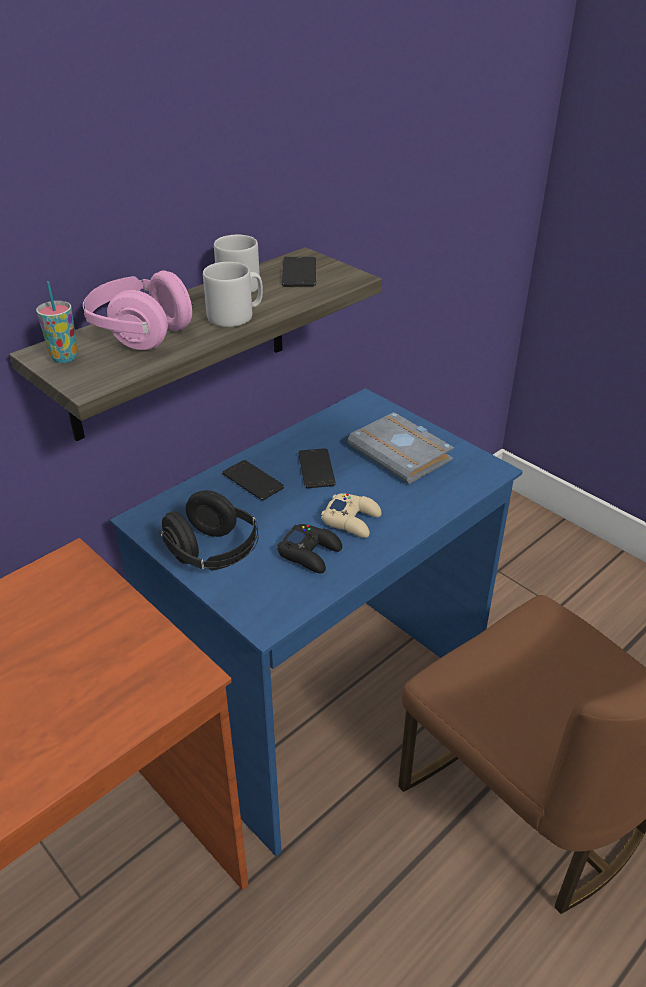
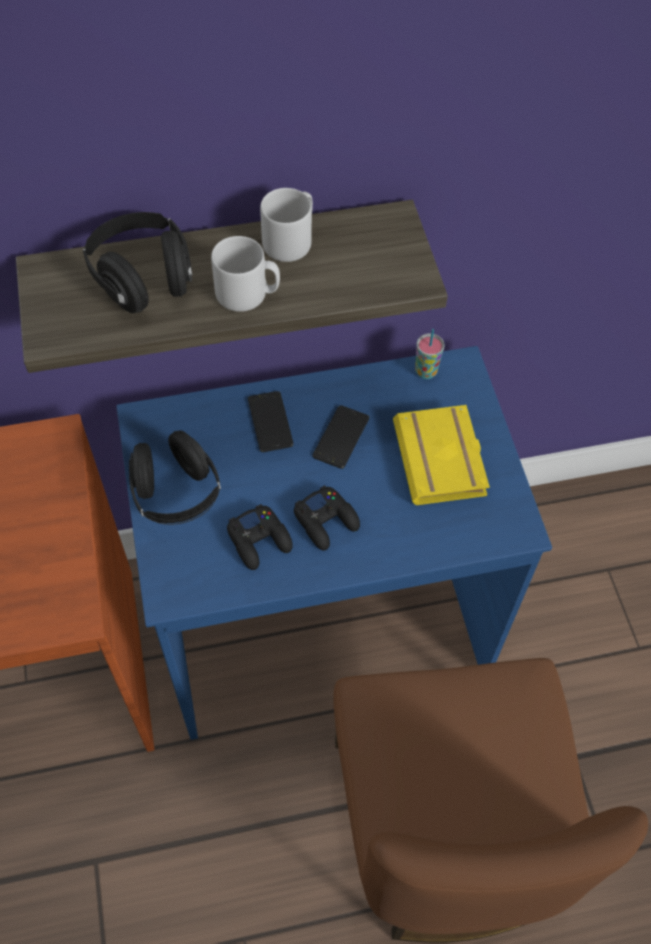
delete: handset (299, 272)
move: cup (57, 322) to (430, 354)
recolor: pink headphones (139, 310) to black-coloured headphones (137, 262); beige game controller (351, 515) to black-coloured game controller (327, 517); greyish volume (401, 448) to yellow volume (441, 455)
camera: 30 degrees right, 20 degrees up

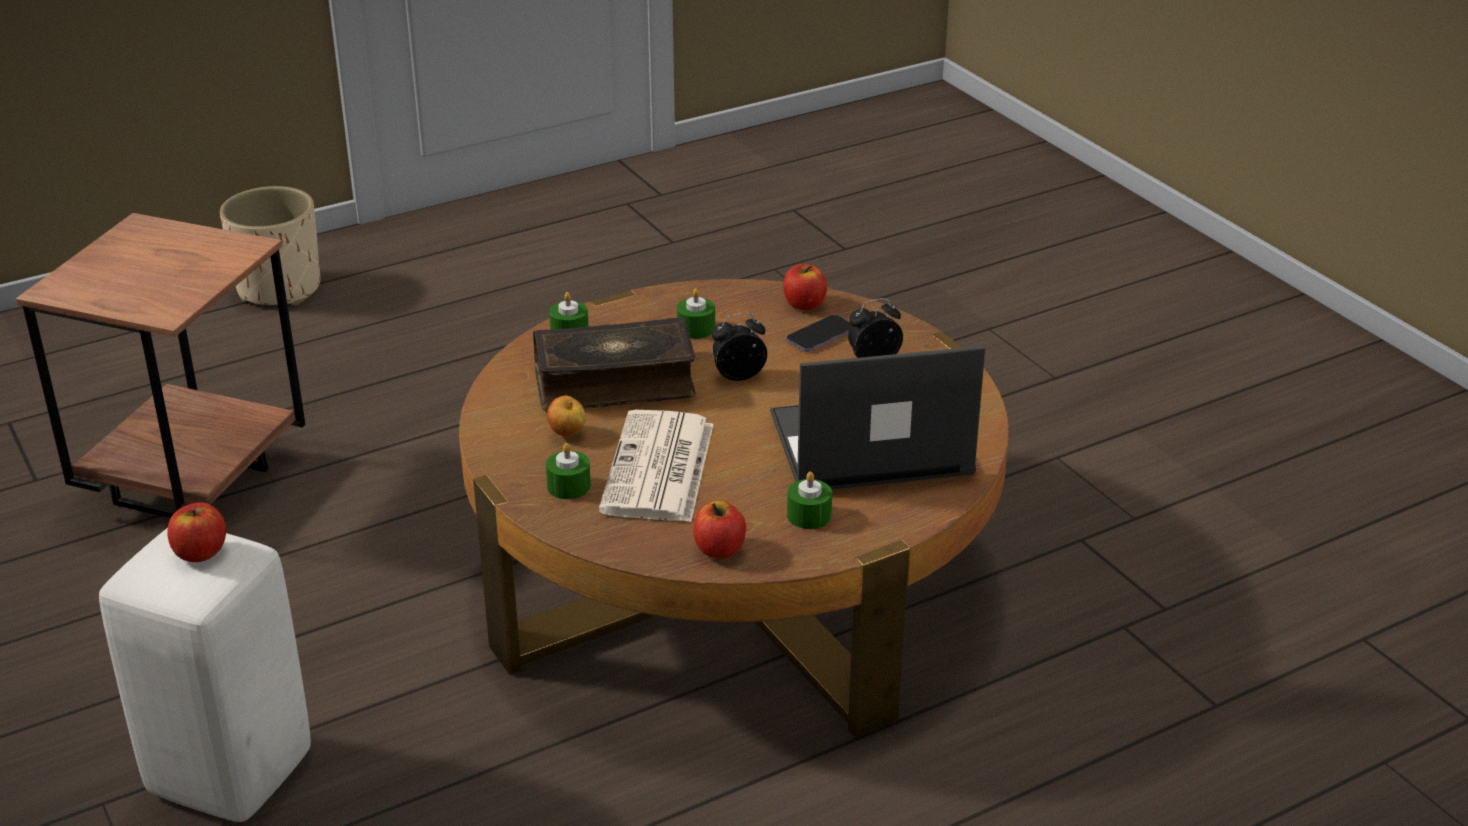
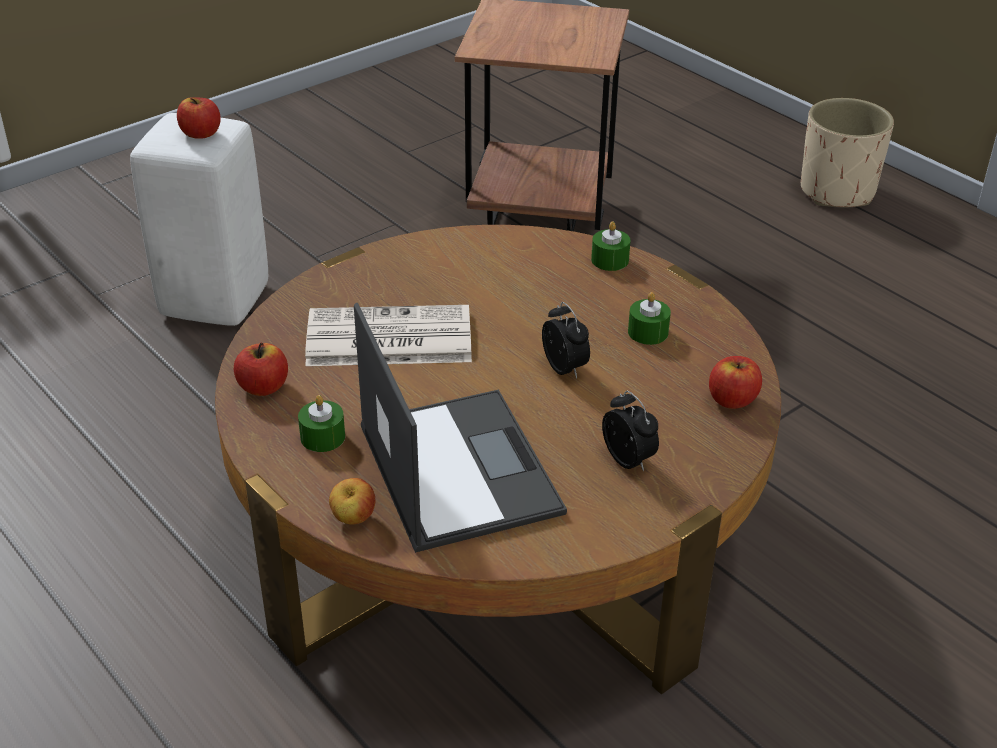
delete: volume (614, 364); greenish wax candle (568, 471); handset (818, 333)
move: whole apple (566, 415) to (352, 501)
camera: 80 degrees right, 5 degrees up

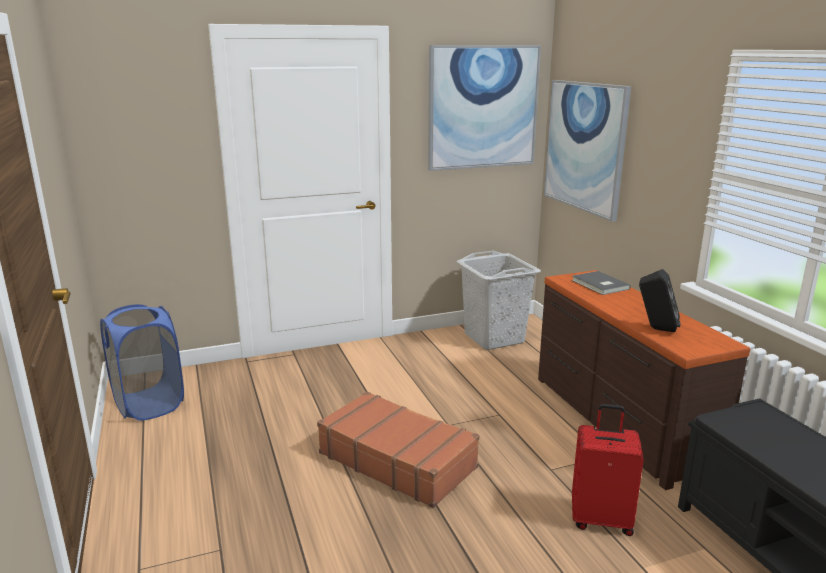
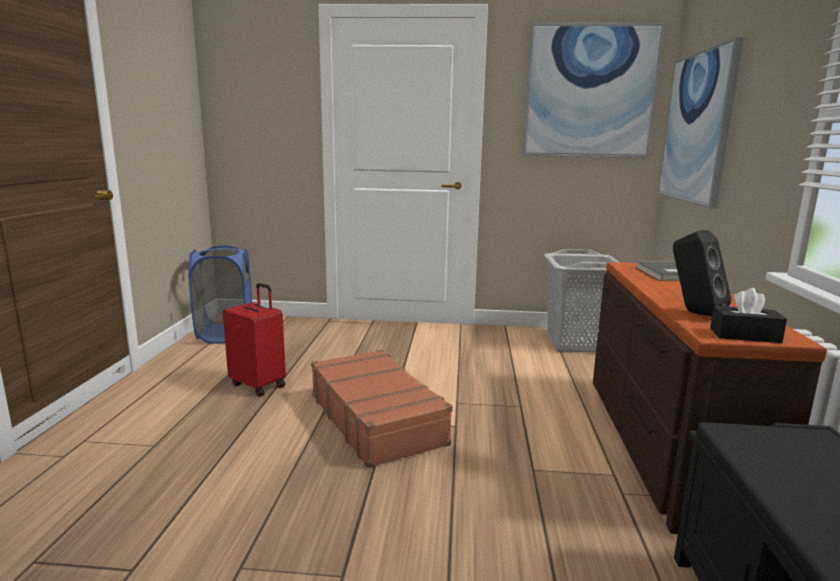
insert: black-coloured tissue box (748, 315)
move: reddish suitcase (608, 470) to (254, 339)
camera: 25 degrees right, 5 degrees down

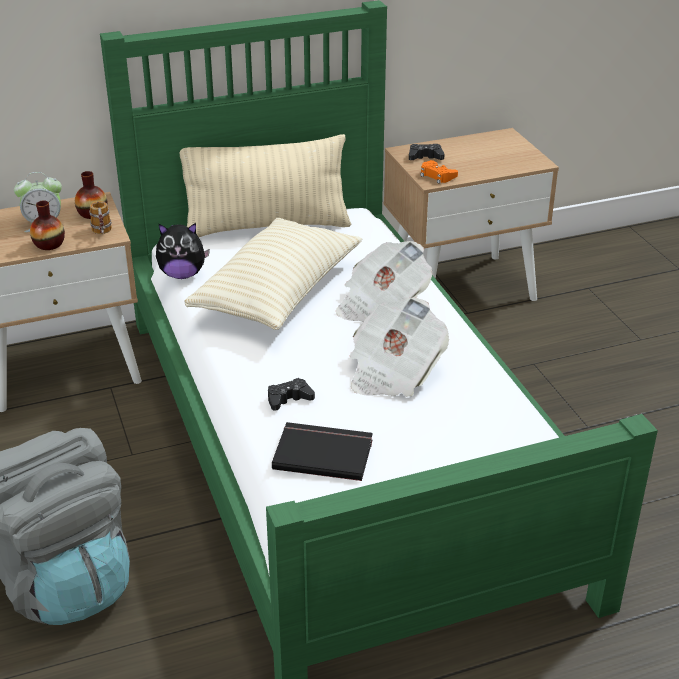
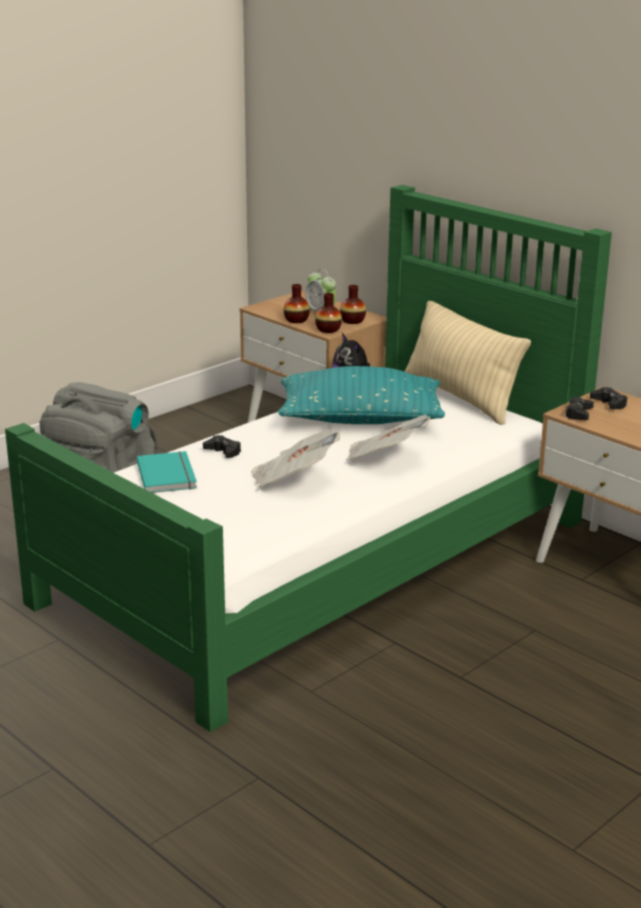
replace: coffee mug (100, 217) to decorative vase (328, 313)
recolor: black-coloured volume (322, 451) to turquoise volume (167, 472); beige pillow (273, 274) to turquoise pillow (361, 395); orange game controller (439, 172) to black-coloured game controller (579, 408)
camera: 65 degrees right, 10 degrees down

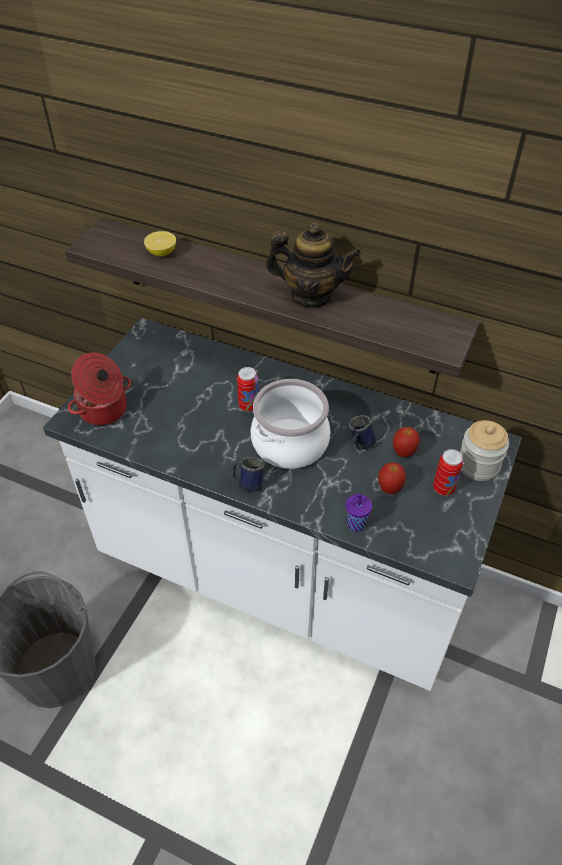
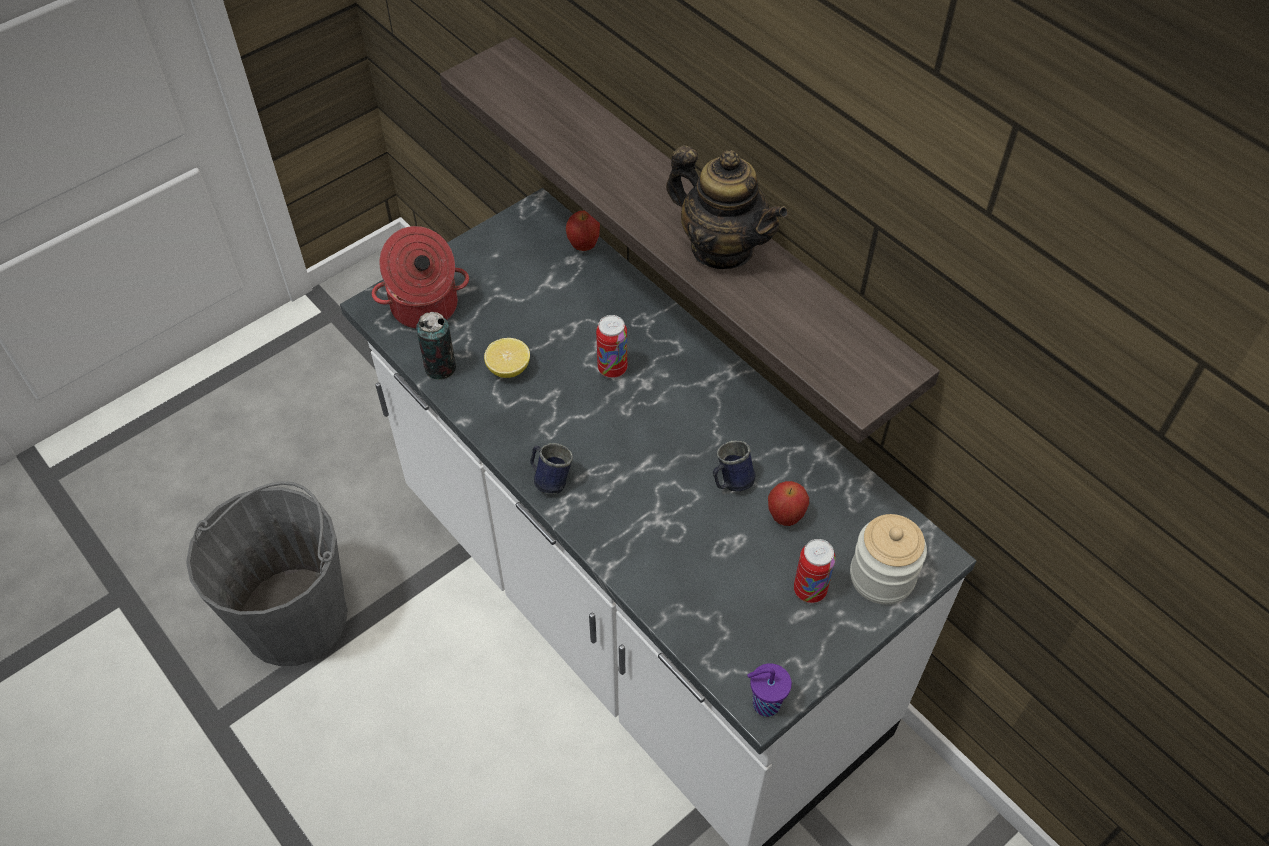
delete: cooking pot (290, 424)
insert: sealed can (436, 346)
move: citrus fruit (160, 244) to (507, 358); whole apple (392, 478) to (583, 231); purple-coloured cup (358, 512) to (769, 690)
camera: 25 degrees right, 5 degrees up

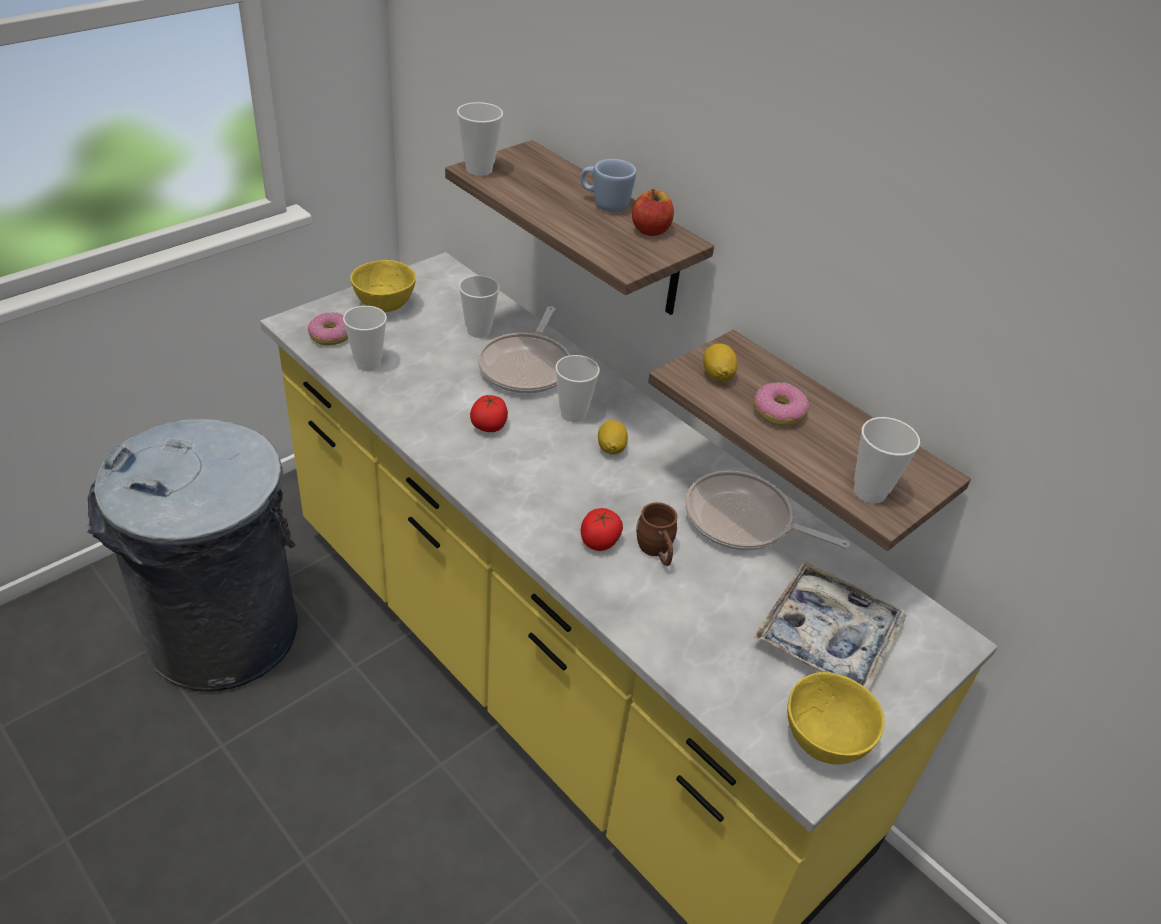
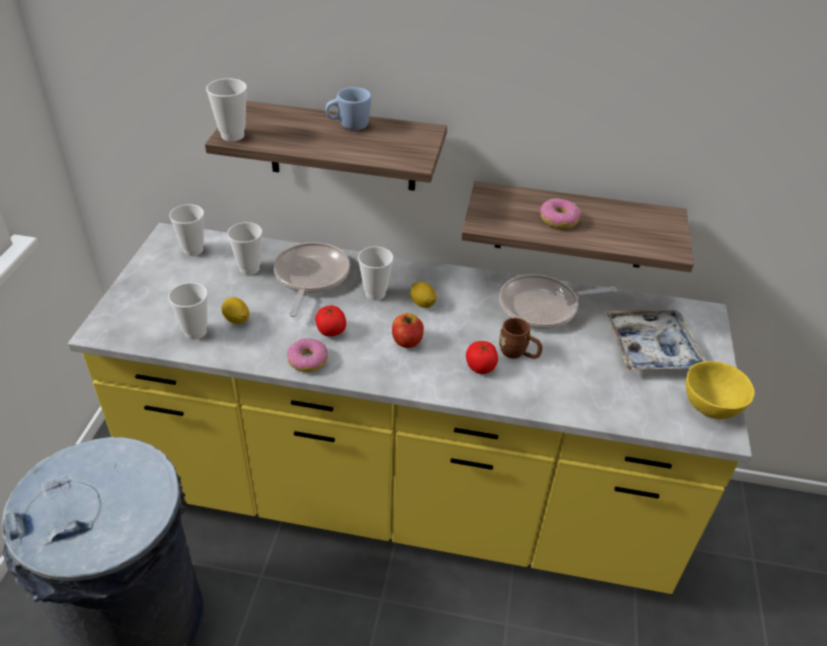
delete: yellow bowl (383, 286)
move: cup (887, 460) to (186, 230); citrus fruit (720, 363) to (235, 310); doughnut (328, 328) to (307, 355); whole apple (653, 212) to (408, 330)
rotate: skillet (523, 350) = (312, 279) 150 degrees counterclockwise
camera: 35 degrees left, 0 degrees up

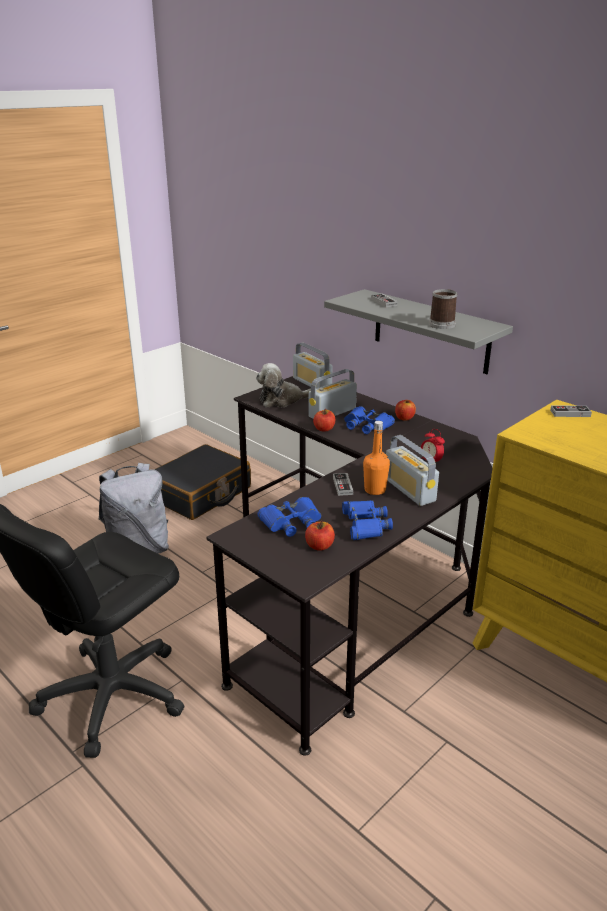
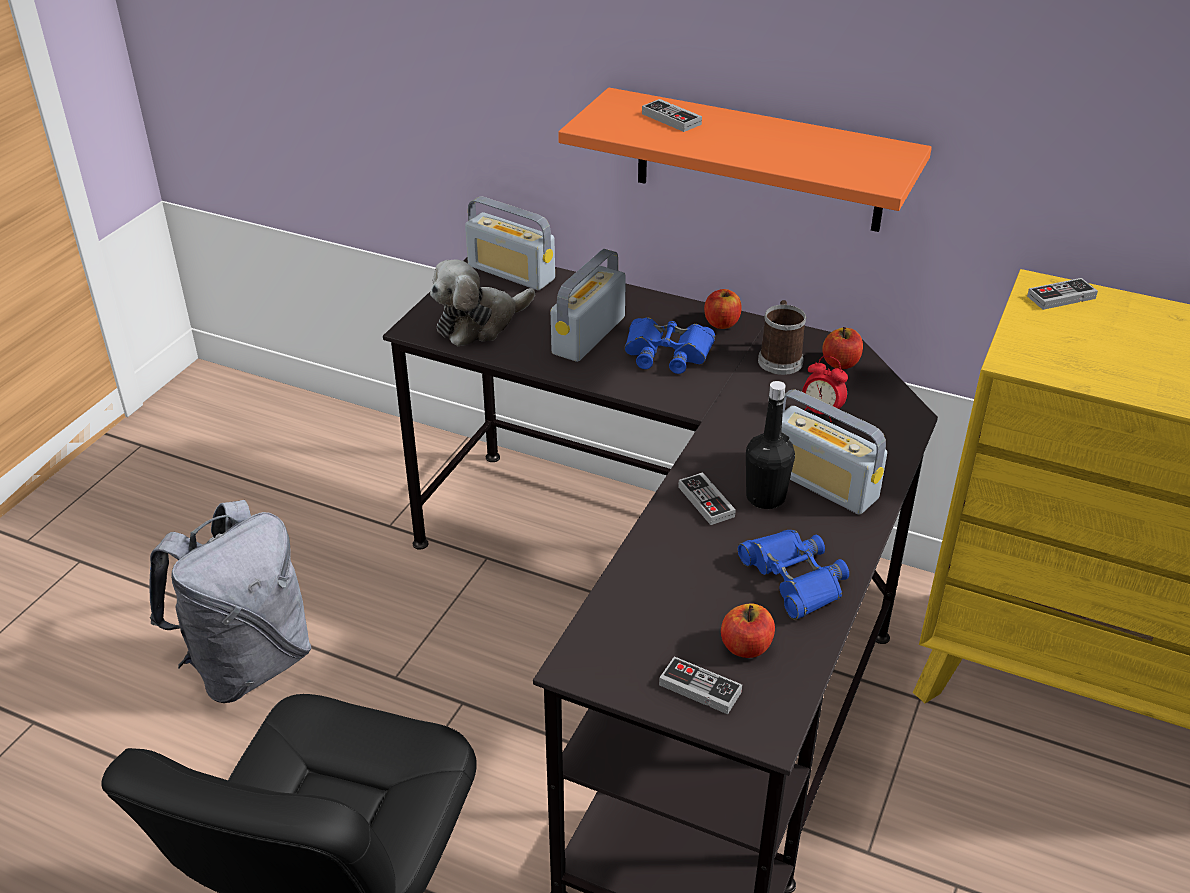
delete: black-coloured suitcase (202, 482); bluish binoculars (289, 517)
insert: game controller (700, 685)
move: coffee mug (443, 309) to (782, 337); whole apple (324, 420) to (842, 348)
recolor: greyish wall shelf (418, 331) to orange wall shelf (745, 160); orange drink bottle (376, 458) to black-coloured drink bottle (770, 445)
camera: 20 degrees left, 10 degrees up

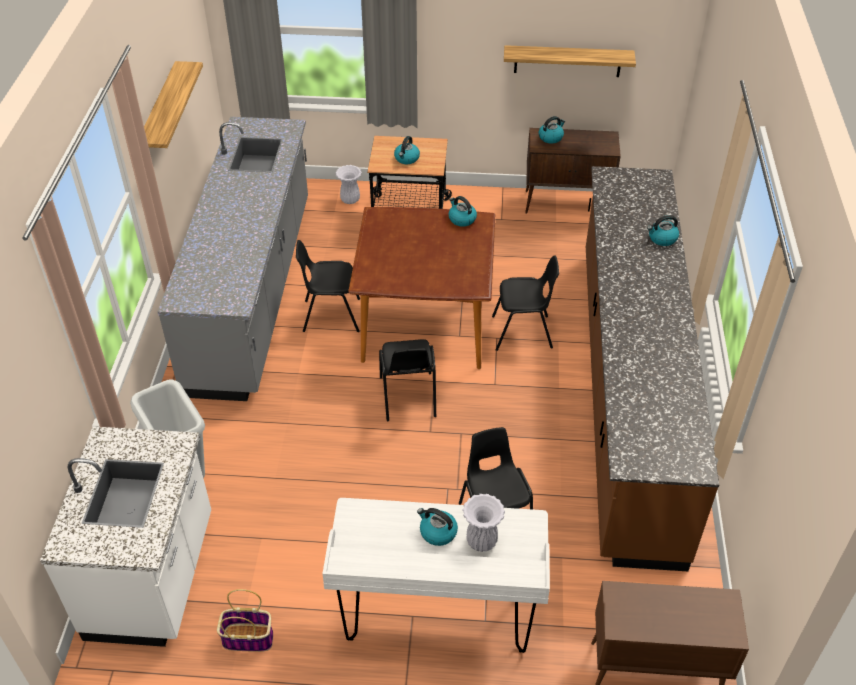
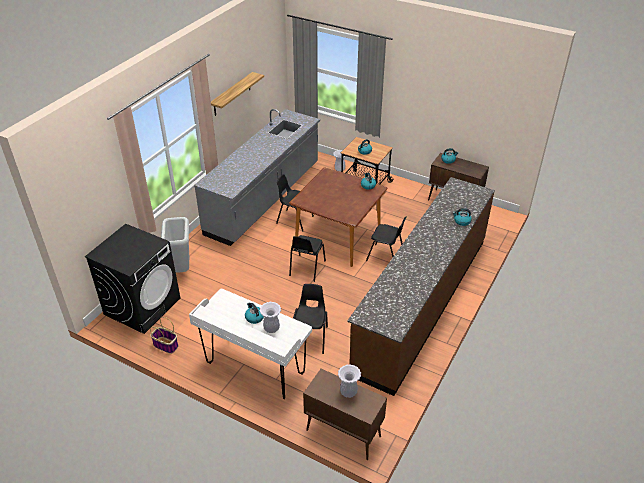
delete: wall shelf (570, 61)
insert: white decorative vase (349, 381)
replace: white kitchen base unit (125, 536) to black-coloured laundry appliance (132, 279)
camera: 25 degrees right, 5 degrees down

